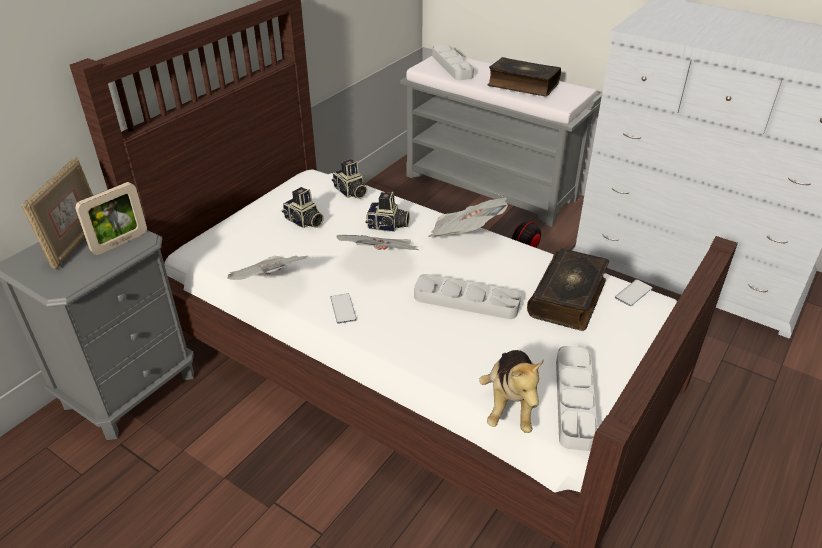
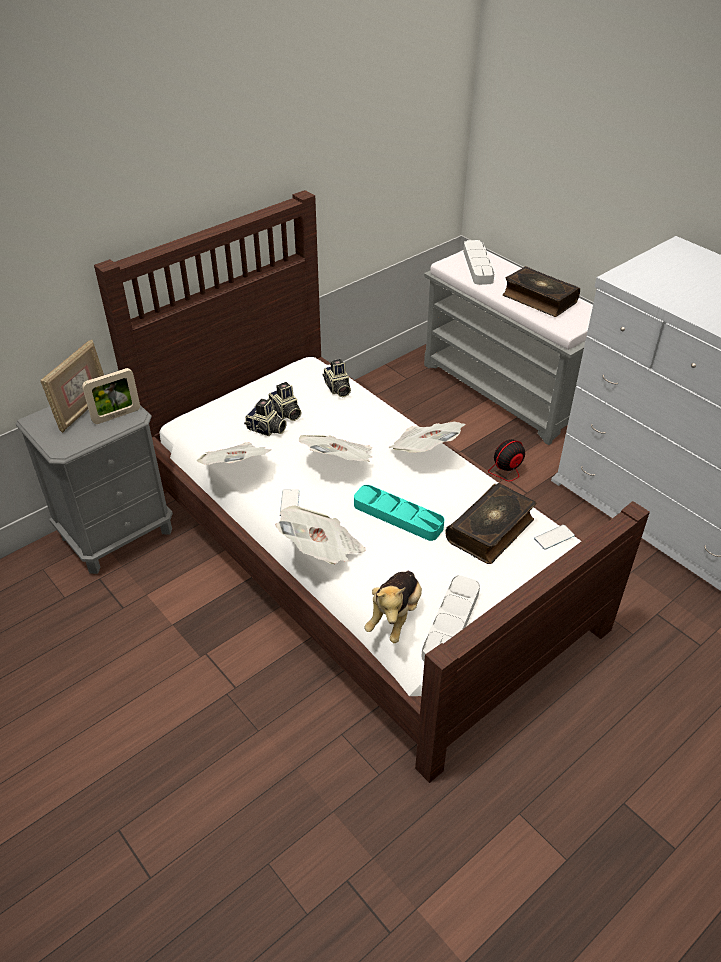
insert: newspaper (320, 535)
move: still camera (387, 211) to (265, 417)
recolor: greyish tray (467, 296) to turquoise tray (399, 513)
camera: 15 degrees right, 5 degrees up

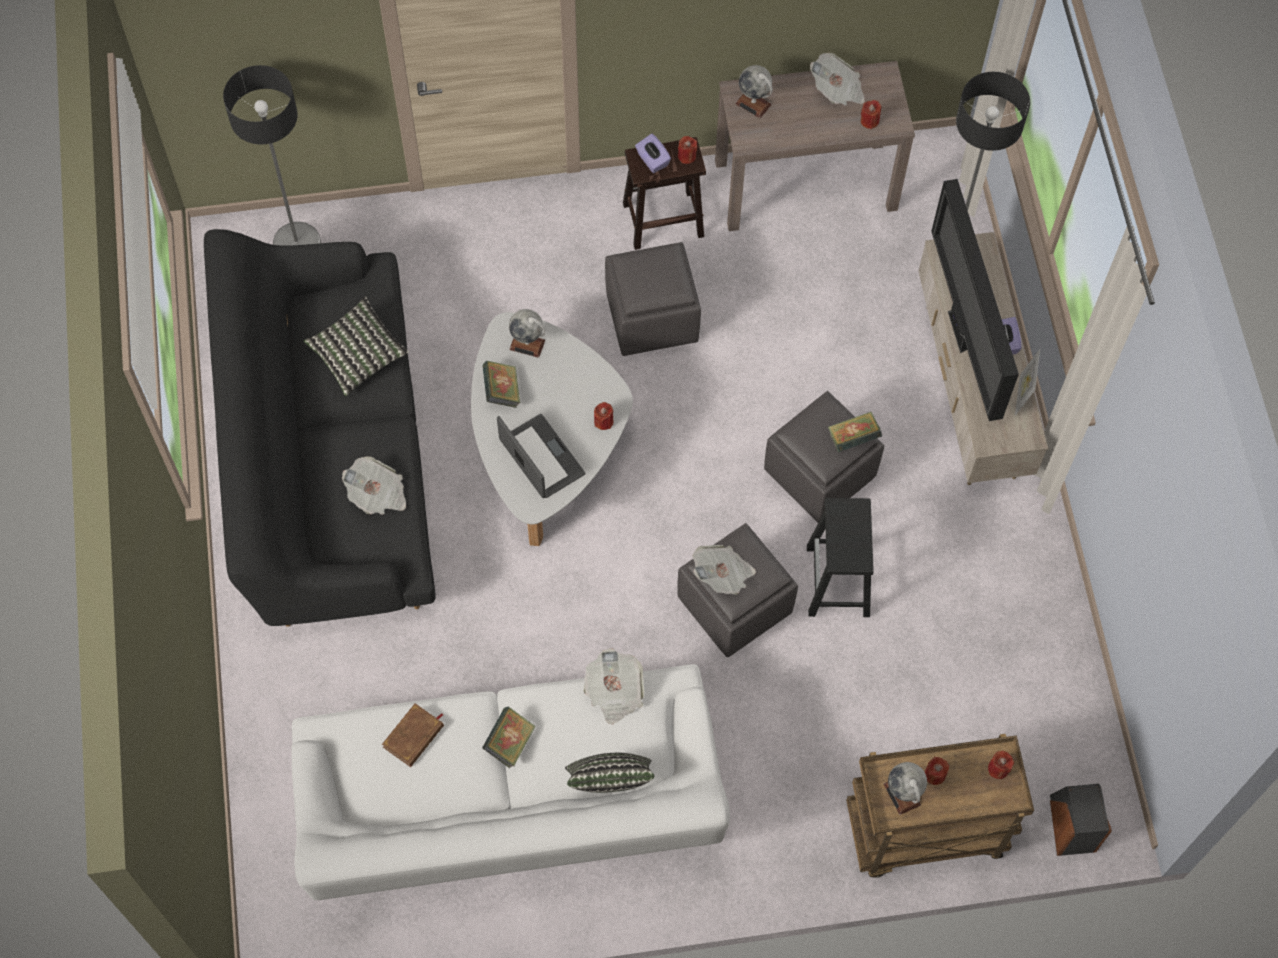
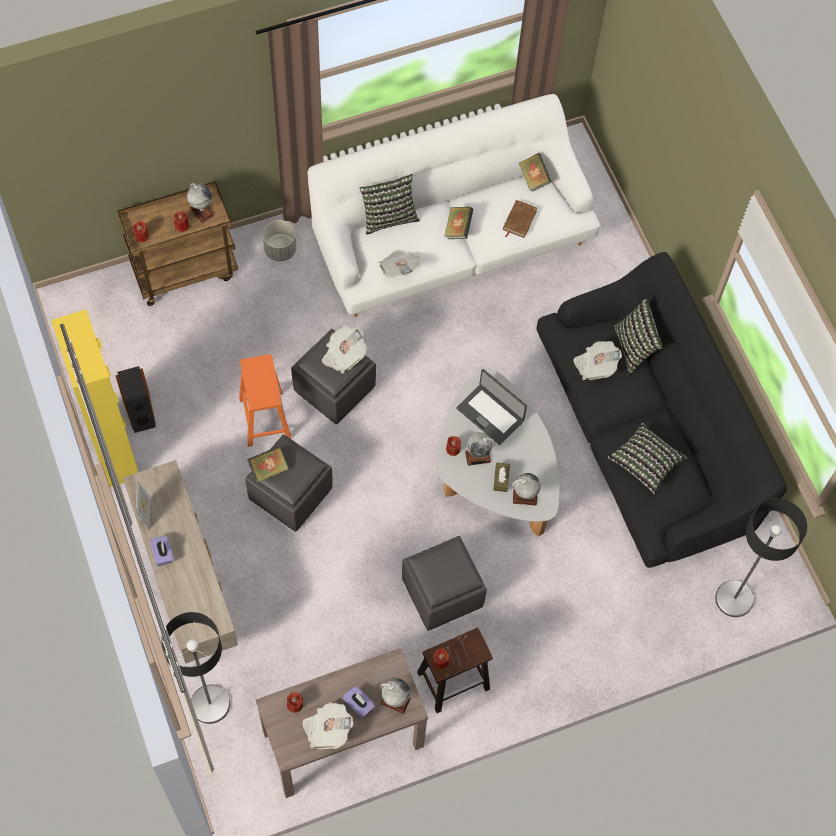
delete: TV set (975, 300)
insert: yellow storage cabinet (94, 398); greyish plant pot (279, 240); world globe (480, 449); brown-coloured tissue box (501, 477); pillow (638, 337)
move: loudspeaker (1081, 820) to (136, 399); purple-coloured tissue box (653, 153) to (358, 702); volume (501, 384) to (535, 172)
recolor: black-coloured stool (840, 557) to orange stool (265, 400)
camera: 165 degrees right, 0 degrees up

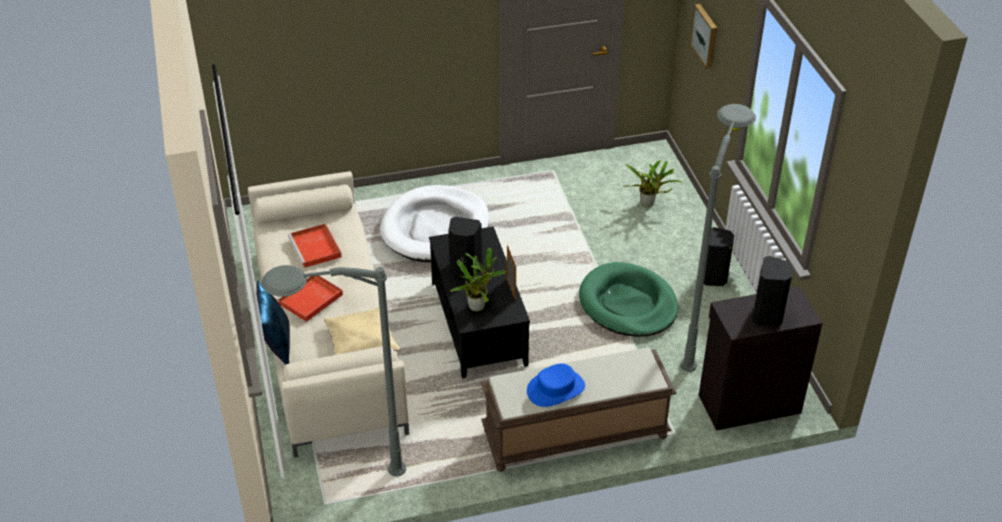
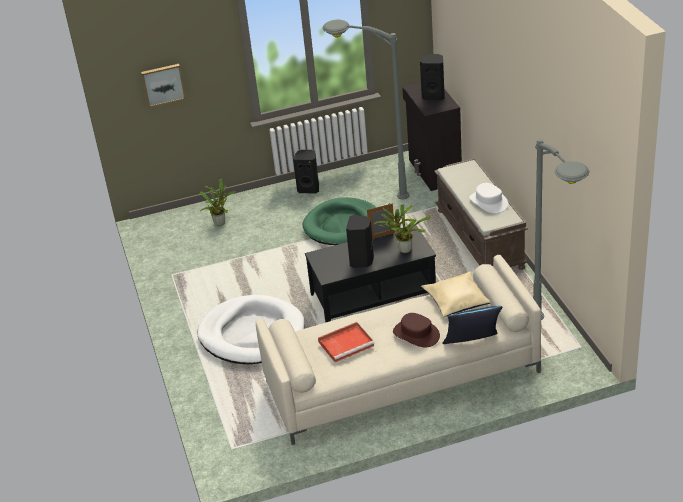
replace: reddish tray (310, 297) to brown-coloured hat (416, 330)
recolor: bluish hat (556, 385) to white hat (488, 198)
camera: 90 degrees left, 5 degrees down

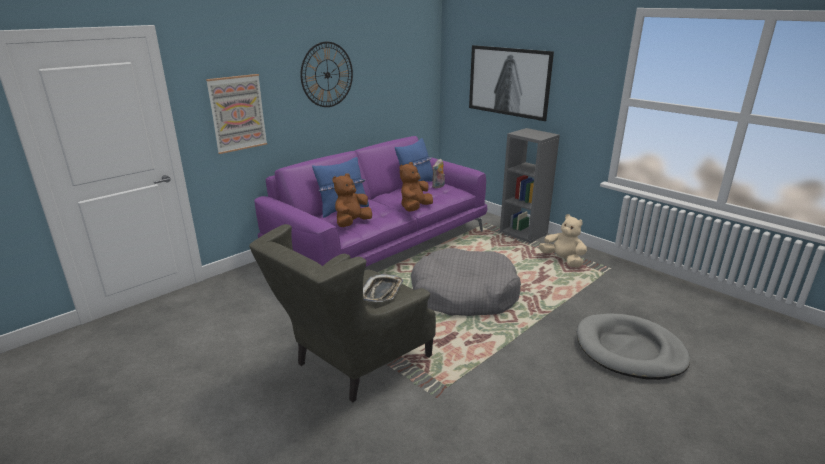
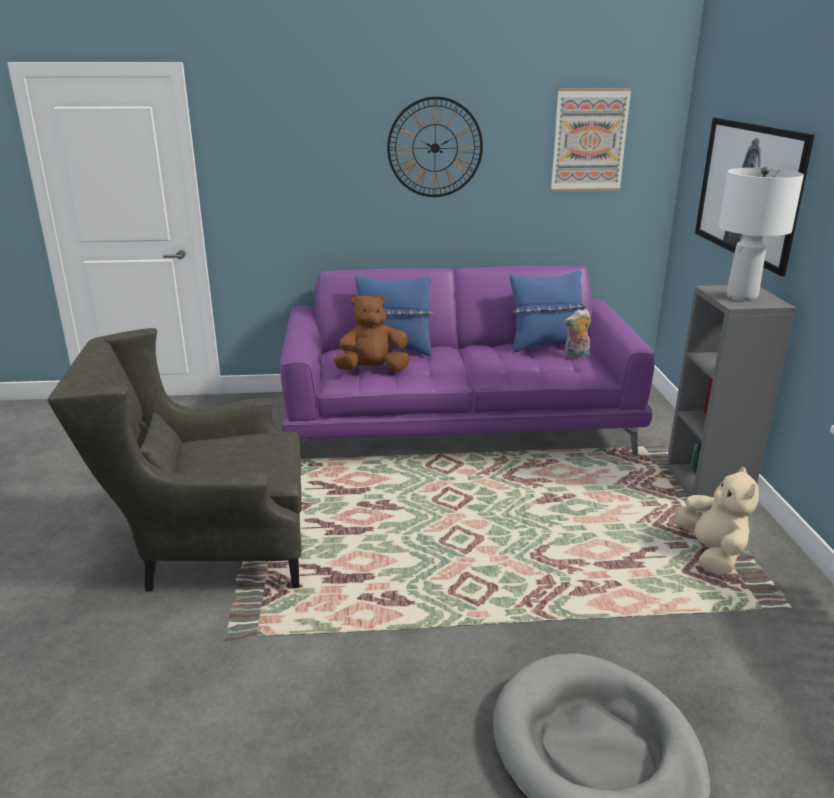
delete: tray (383, 288); brown-coloured cuddly toy (416, 187); greyish dog cushion (466, 282)
insert: white table lamp (761, 234)
move: wall art (236, 114) to (591, 139)
camera: 40 degrees right, 0 degrees up

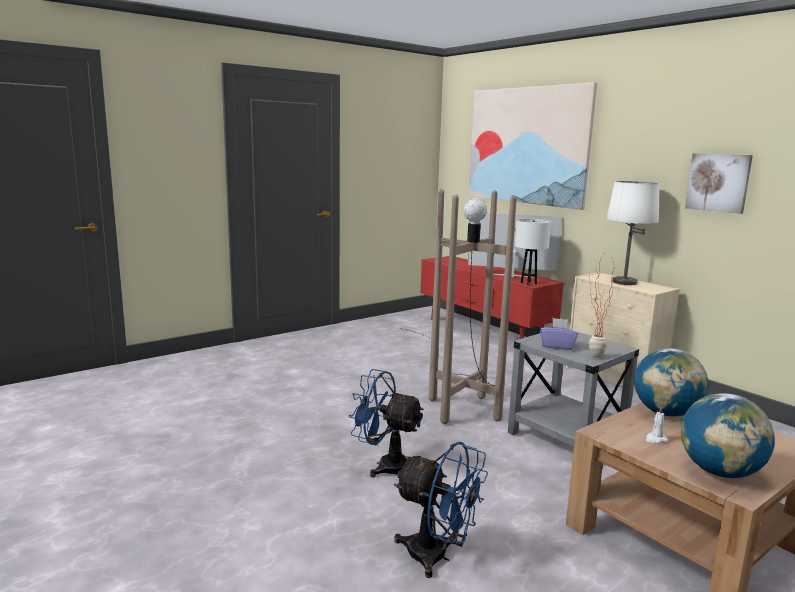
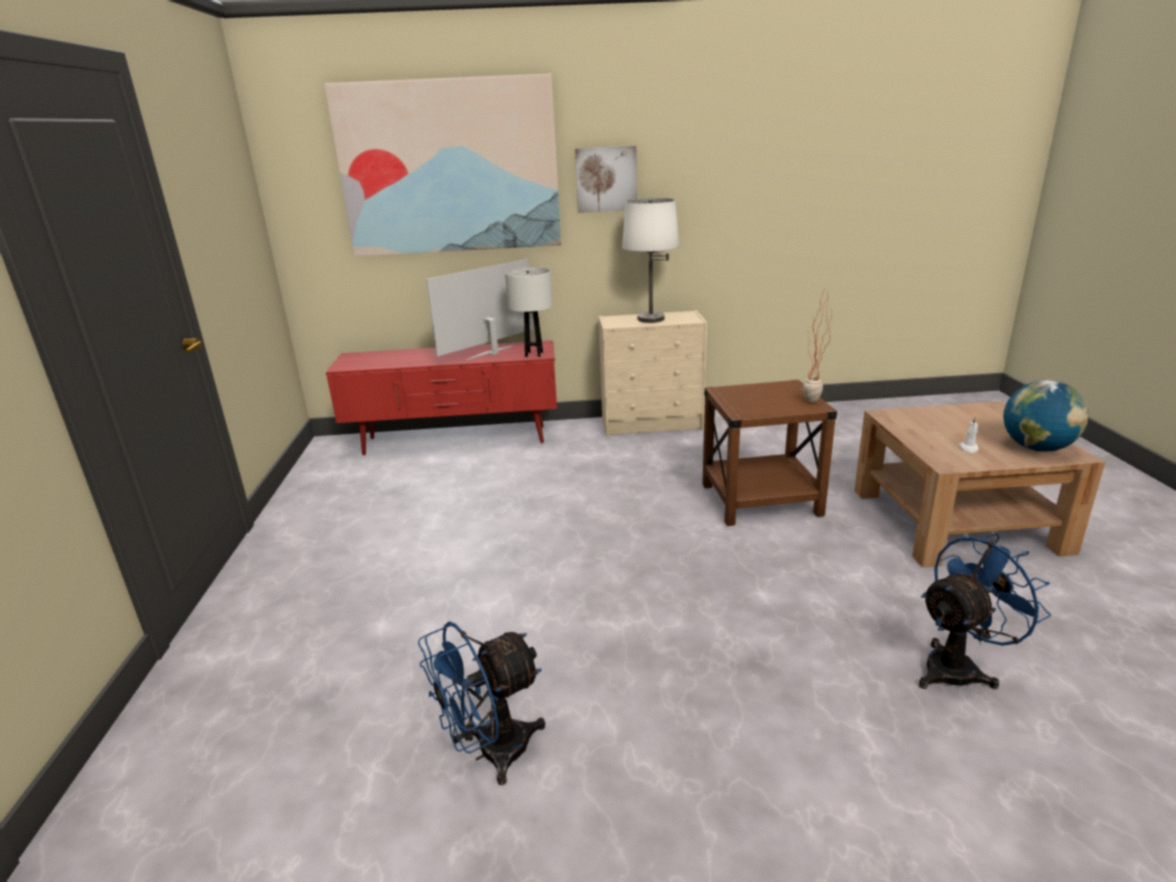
delete: brown-coloured standard lamp (458, 307); purple-coloured tissue box (559, 334); world globe (671, 382)
move: bluish fan (386, 423) to (481, 703); wall art (719, 183) to (606, 179)
recolor: greyish accent table (573, 387) to brown-coloured accent table (769, 453)
camera: 55 degrees left, 10 degrees up

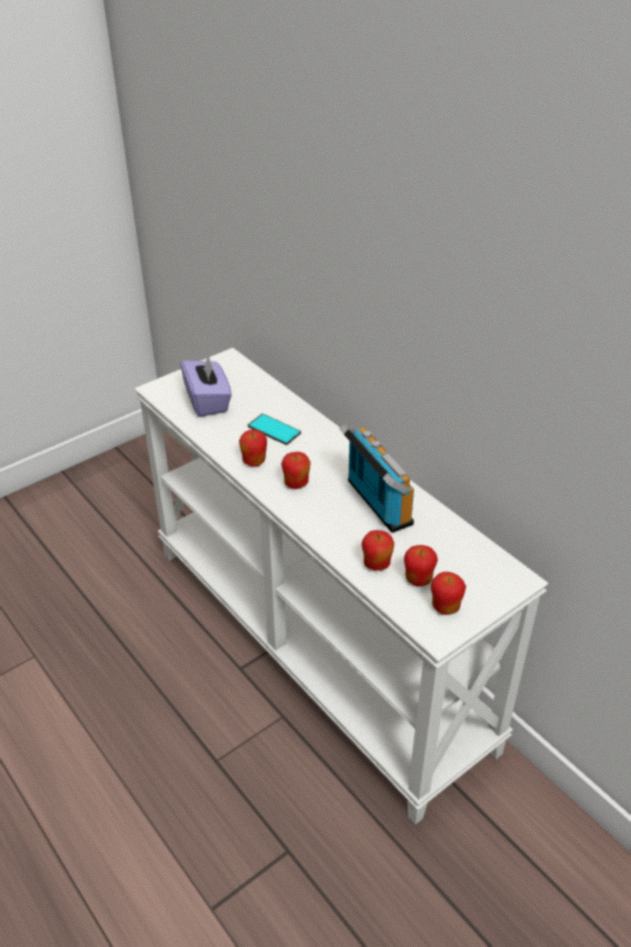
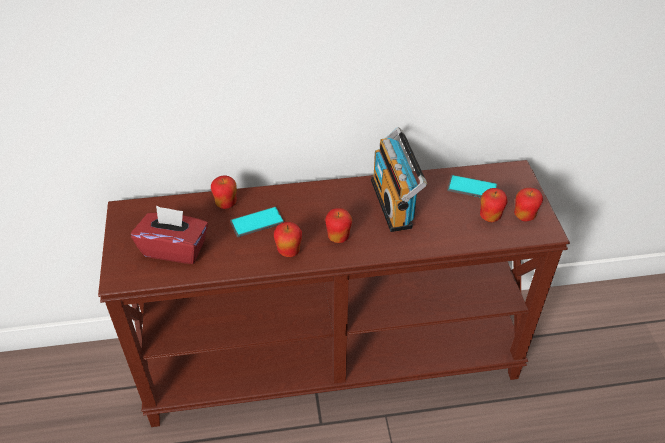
insert: handset (472, 186)
move: whole apple (378, 550) to (224, 192)
recolor: white narrow table (341, 586) to brown-coloured narrow table (334, 293); purple-coloured tissue box (206, 385) to reddish tissue box (169, 235)
rotate: radio receiver (376, 478) = (399, 179) 105 degrees counterclockwise
camera: 60 degrees left, 5 degrees up

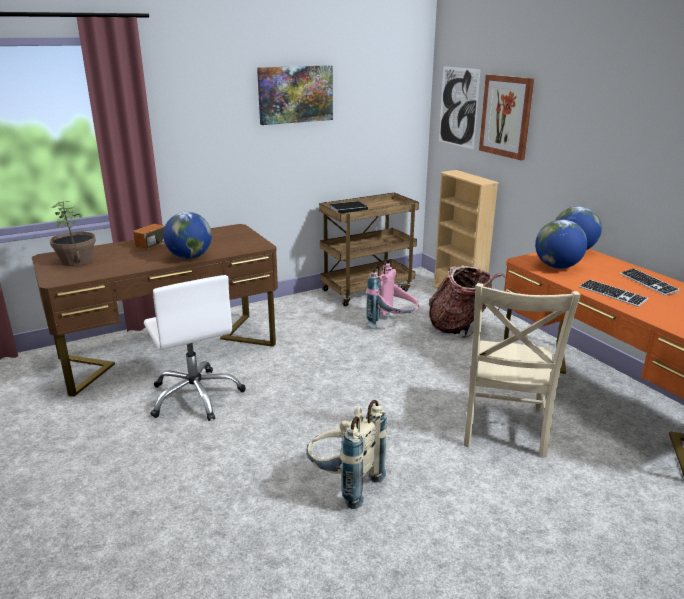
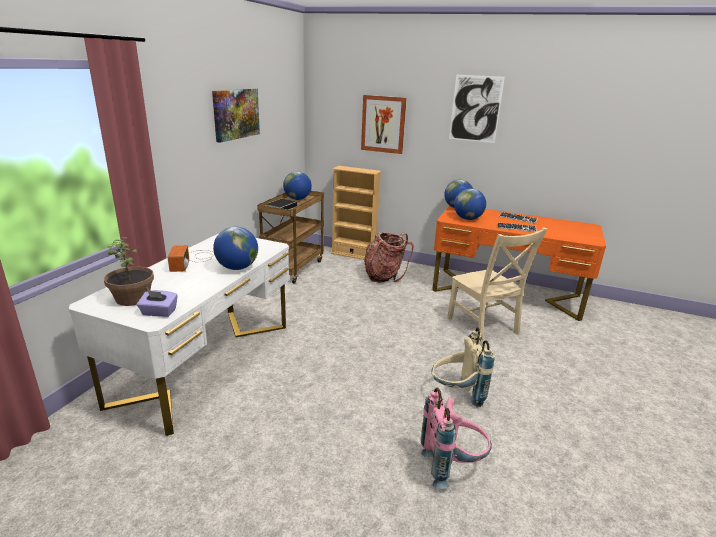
delete: white desk chair (195, 348)
insert: purple-coloured tissue box (157, 303); world globe (297, 185)
move: pink backpack (392, 293) to (456, 438); wall art (460, 107) to (477, 109)
recolor: brown-coloured desk unit (155, 310) to white desk unit (179, 335)
camera: 40 degrees left, 0 degrees up

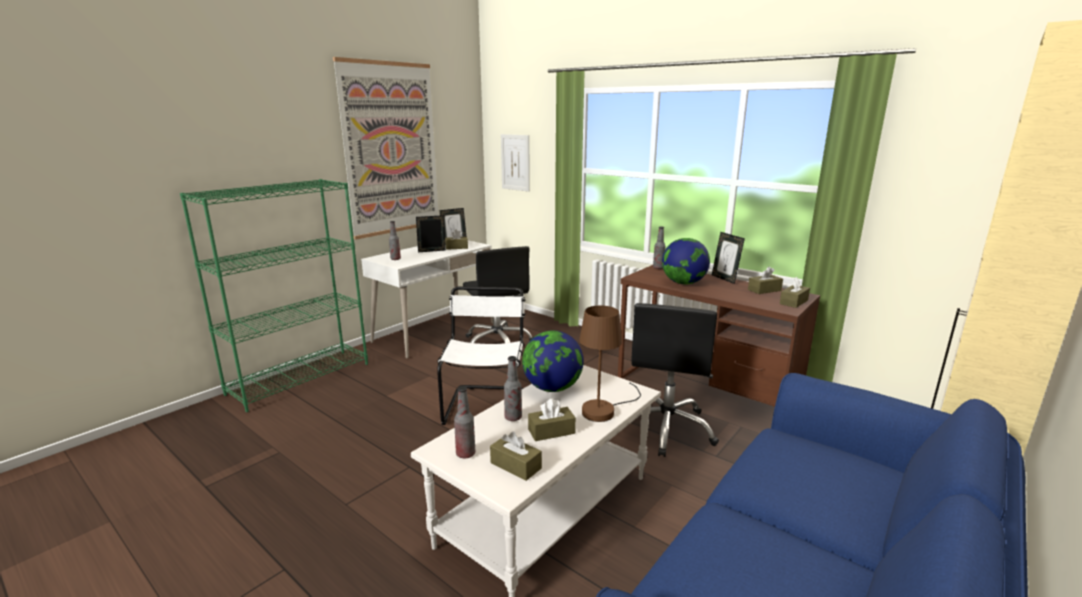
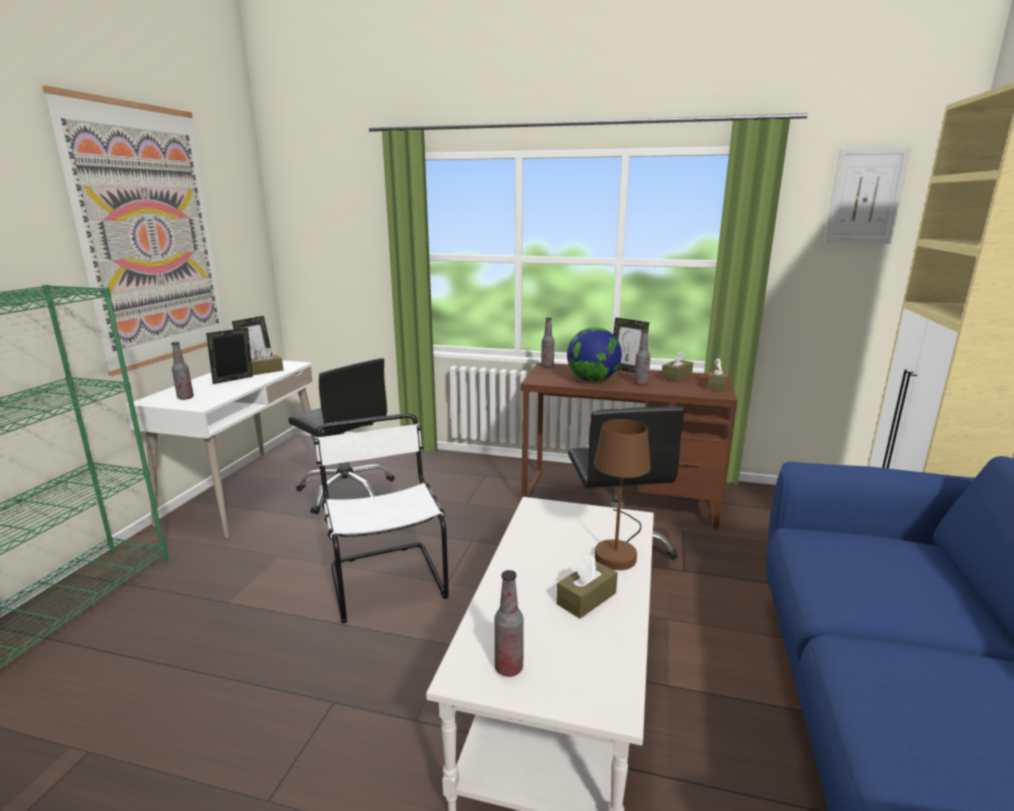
delete: brown-coloured tissue box (516, 456); world globe (553, 361)
move: drink bottle (513, 388) to (642, 358); wall art (515, 163) to (867, 195)
camera: 25 degrees left, 0 degrees up

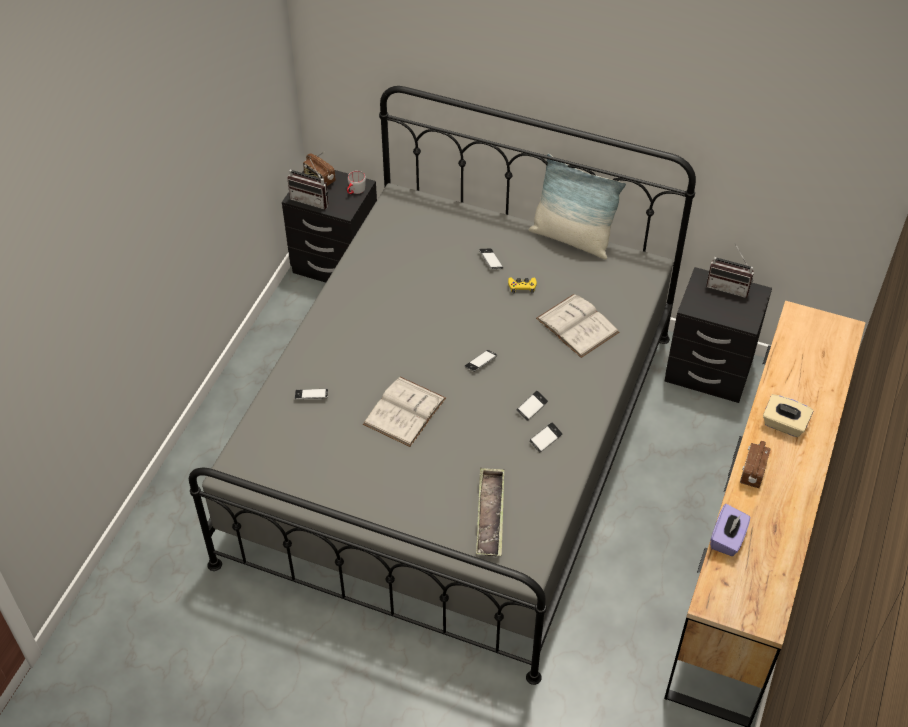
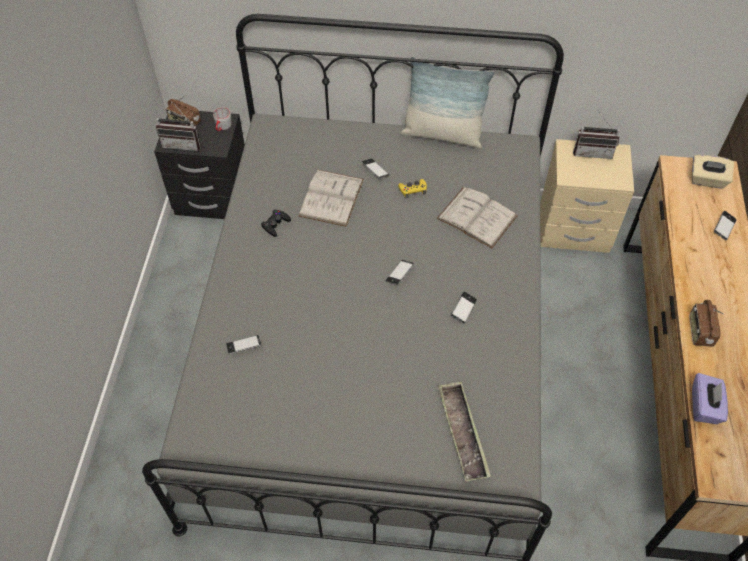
insert: black-coloured game controller (276, 223)
move: white volume (404, 412) to (331, 198); beige tissue box (788, 415) to (713, 172); handset (545, 437) to (725, 225)
recolor: black-coloured nightstand (718, 335) to beige nightstand (587, 196)
camera: 15 degrees left, 5 degrees up

